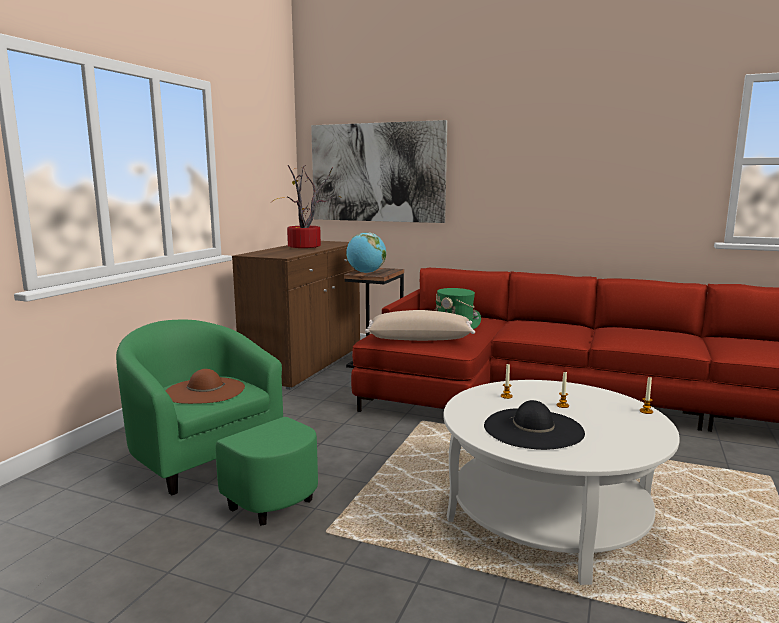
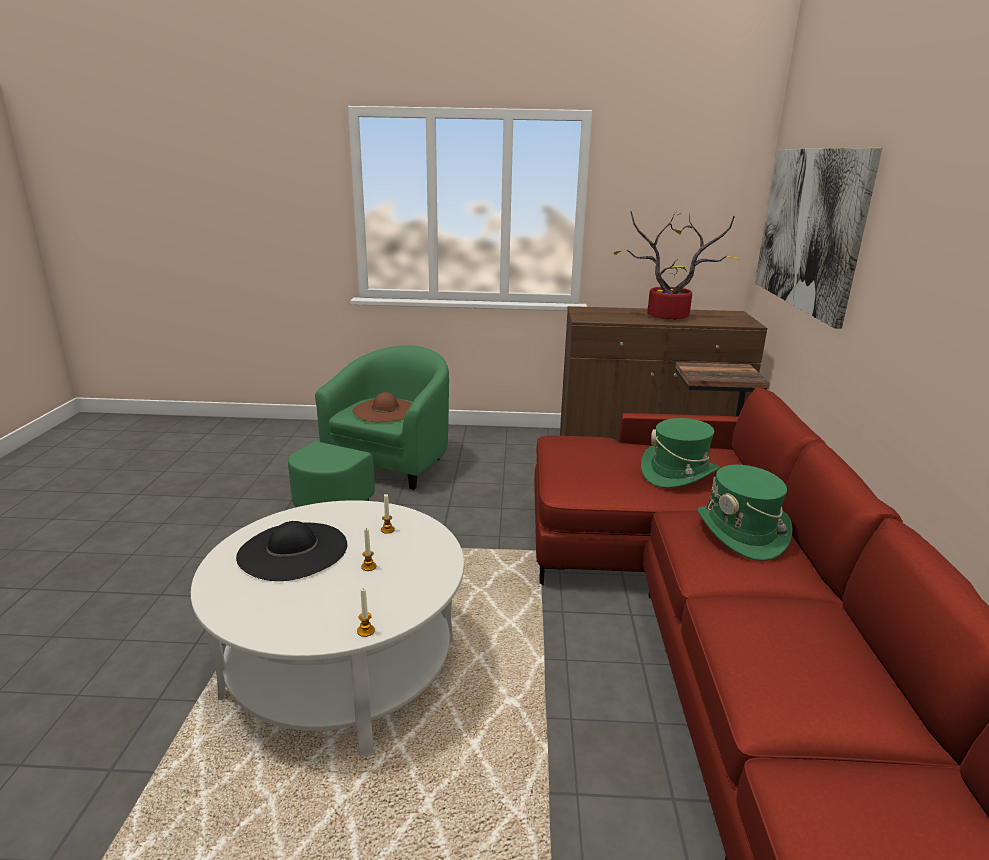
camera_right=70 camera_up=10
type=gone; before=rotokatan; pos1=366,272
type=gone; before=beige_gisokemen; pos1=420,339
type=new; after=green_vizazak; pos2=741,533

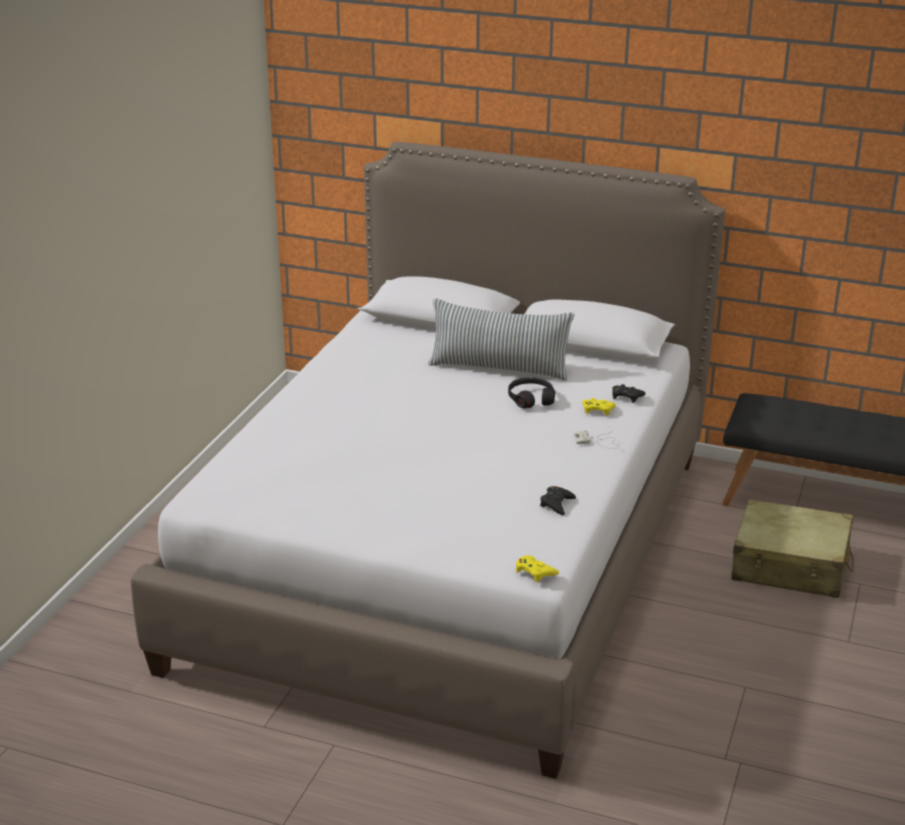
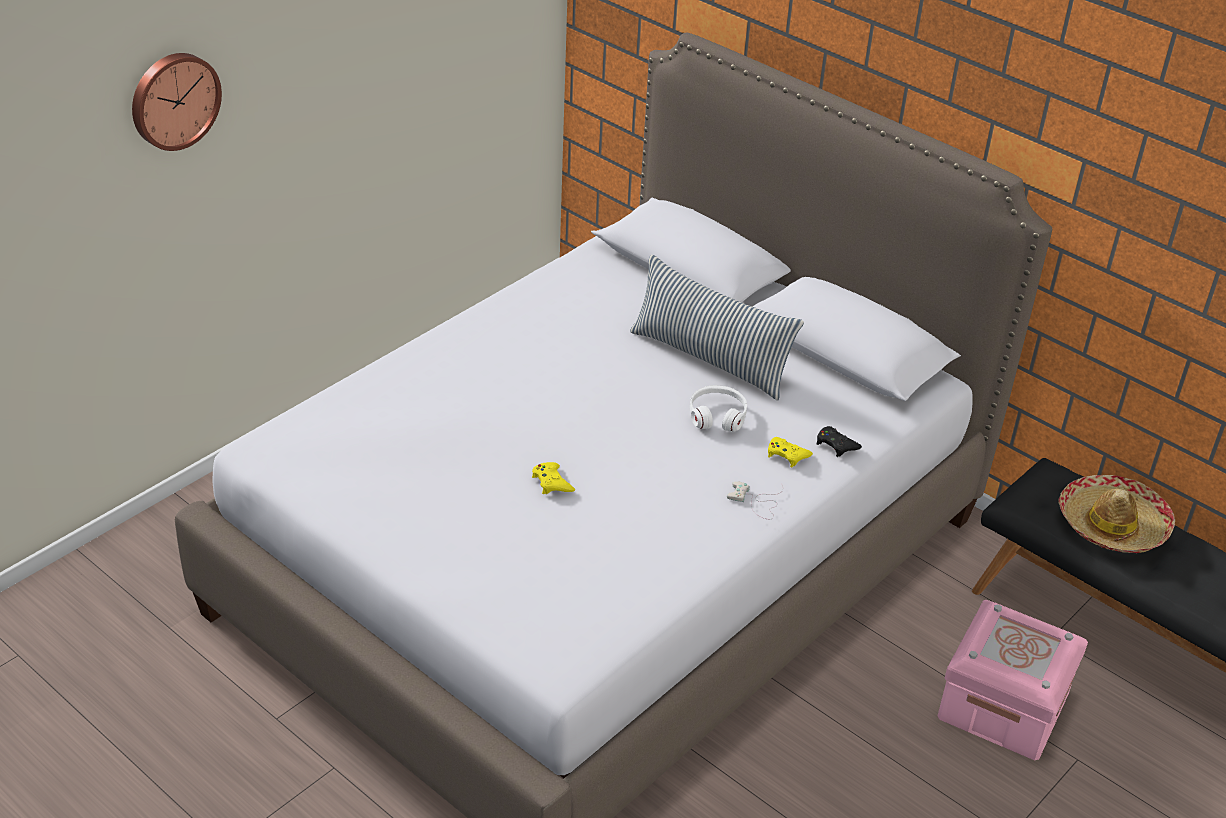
camera_right=20 camera_up=10
type=repainted; before=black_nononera; after=white_nononera; pos1=531,399; pos2=717,415
type=shifted; before=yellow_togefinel; pos1=534,572; pos2=551,482
type=gone; before=black_togefinel; pos1=556,504
type=swapped; before=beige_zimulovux; after=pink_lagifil; pos1=790,566; pos2=1003,706
type=new; after=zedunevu; pos2=173,100
type=new; after=vizazak; pos2=1112,525

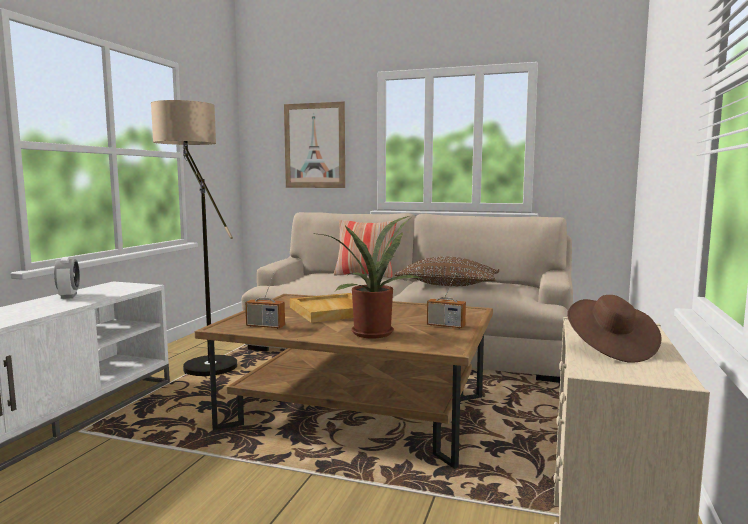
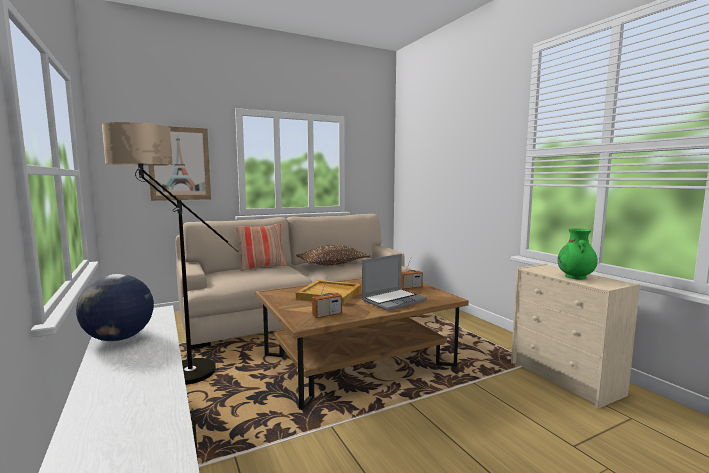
camera_right=-45 camera_up=0
type=swapped; before=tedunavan; after=rotokatan; pos1=68,296; pos2=118,338
type=swapped; before=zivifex; after=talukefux; pos1=371,332; pos2=394,300
type=swapped; before=brown_vizazak; after=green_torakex; pos1=610,349; pos2=575,277

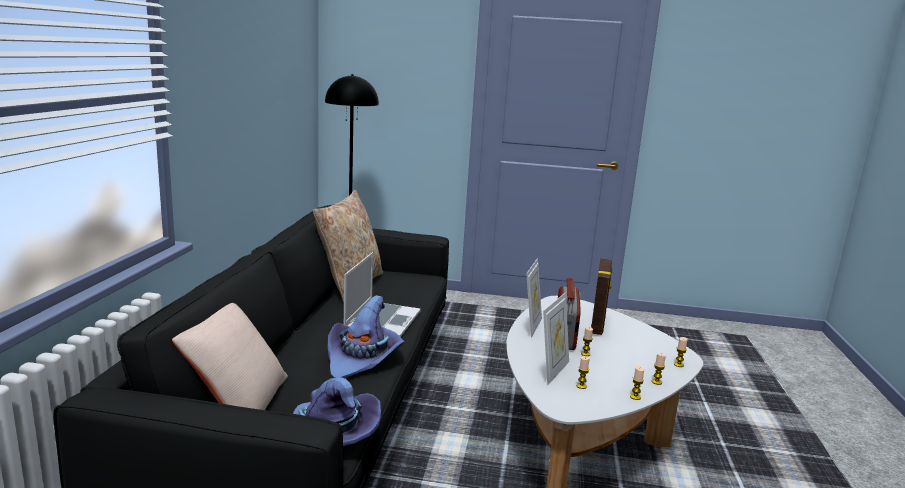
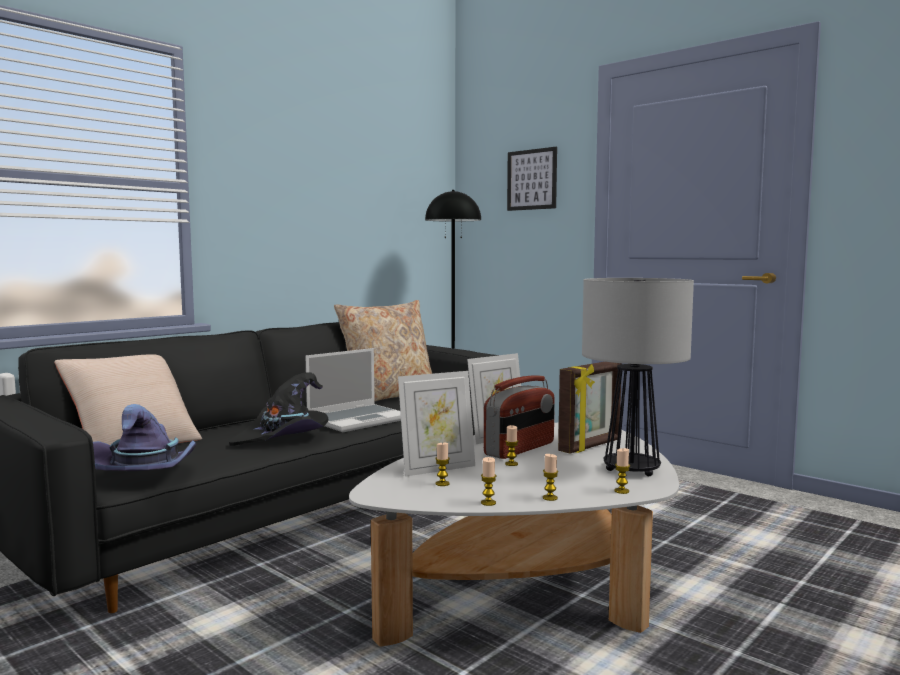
camera_right=35 camera_up=-10
type=repainted; before=purple_vizazak; after=black_vizazak; pos1=363,359; pos2=284,438
type=new; after=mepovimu; pos2=532,179
type=new; after=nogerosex; pos2=630,470

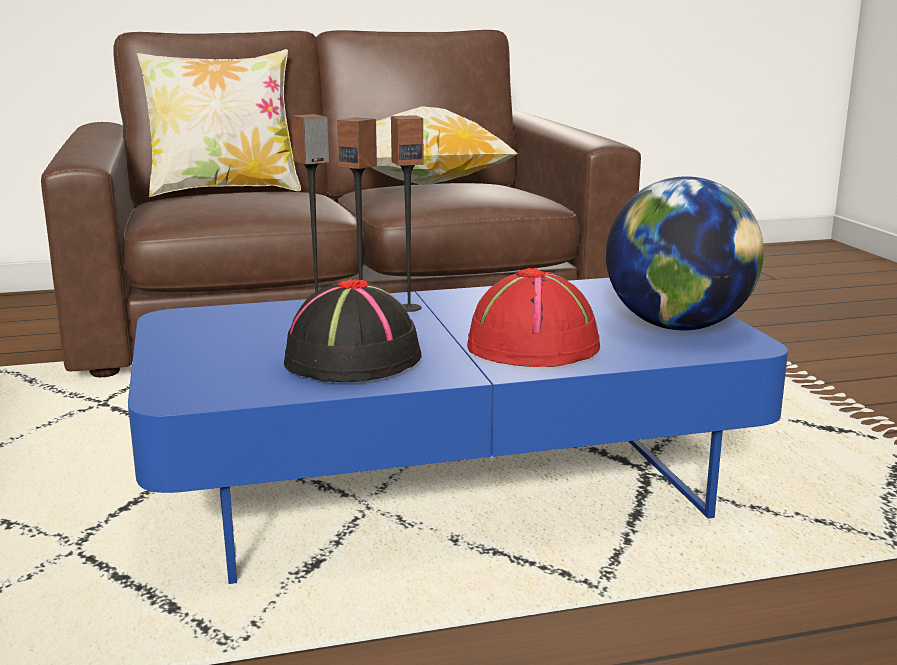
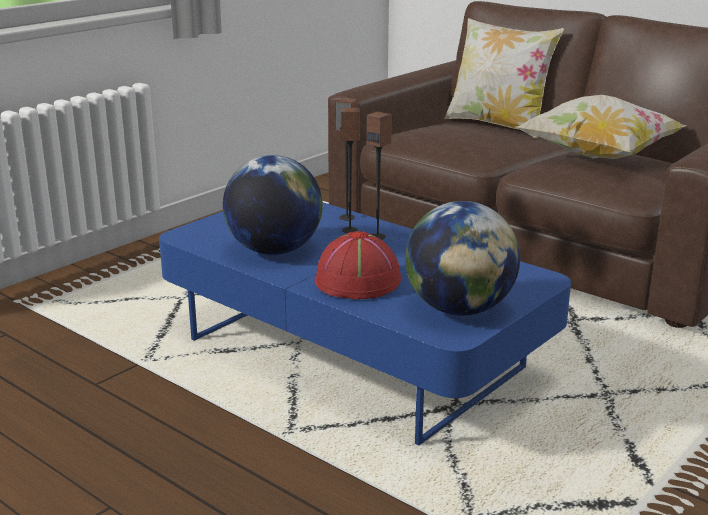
camera_right=55 camera_up=5
type=swapped; before=black_vizazak; after=rotokatan; pos1=352,360; pos2=274,250

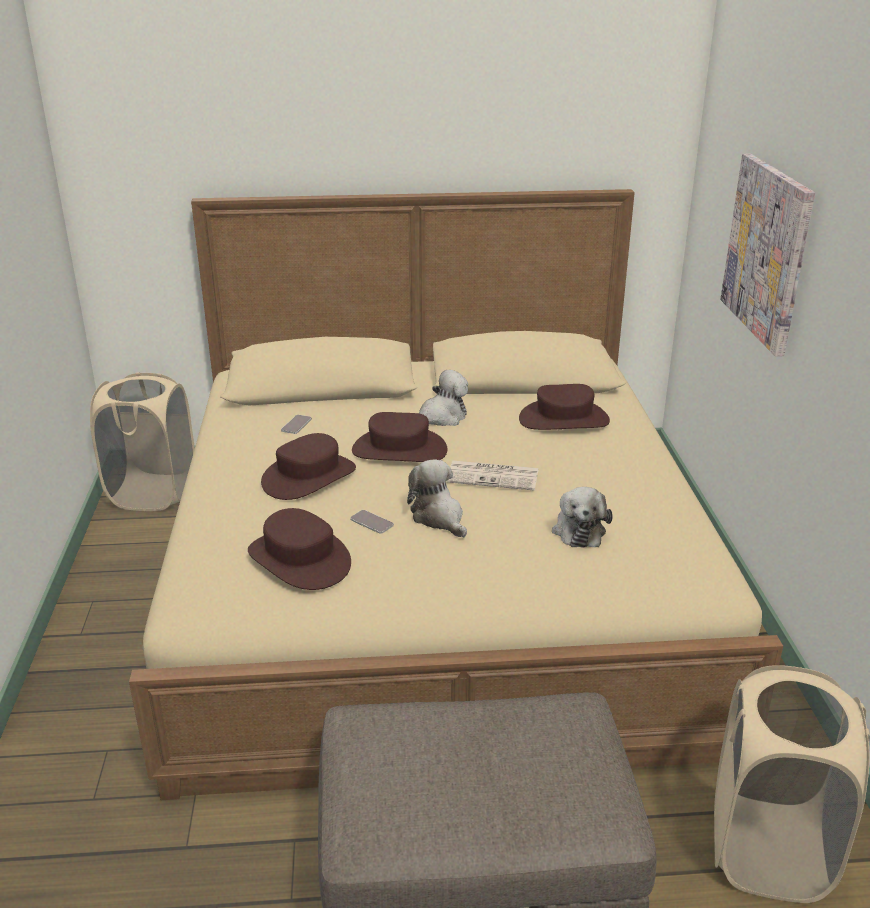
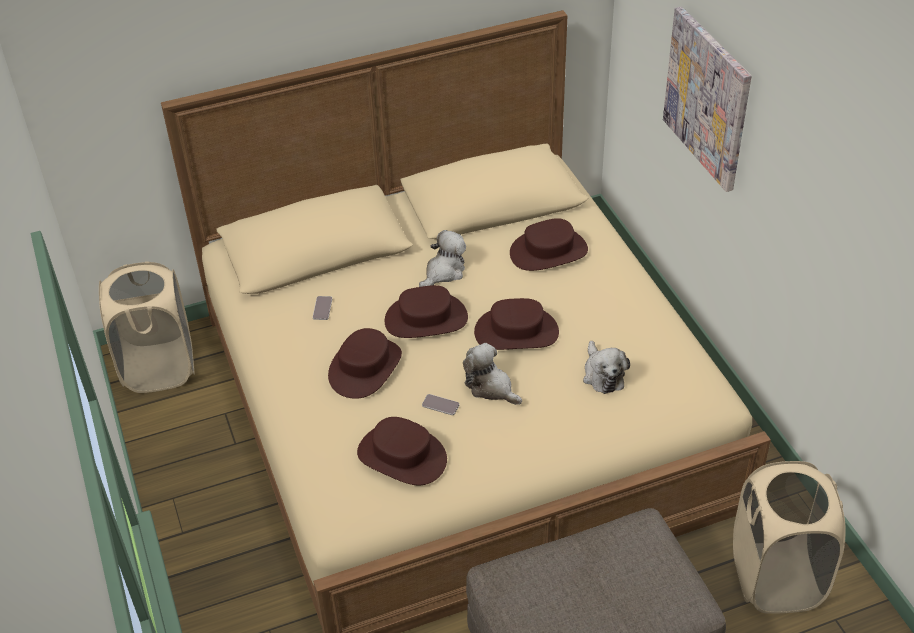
camera_right=-15 camera_up=15
type=swapped; before=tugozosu; after=brown_vizazak; pos1=494,476; pos2=516,332

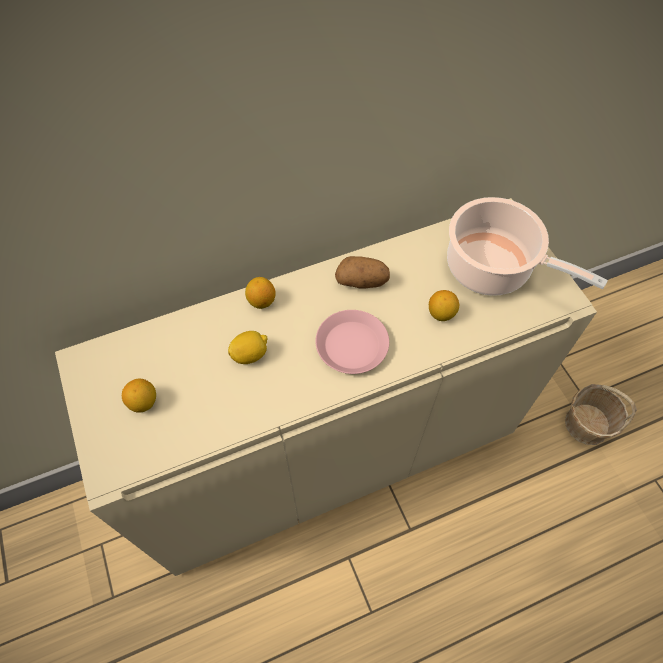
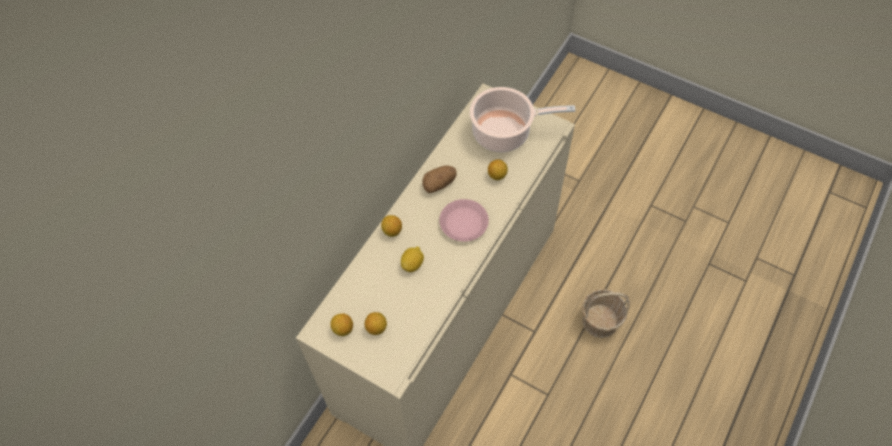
camera_right=-35 camera_up=0
type=shifted; before=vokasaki; pos1=586,424; pos2=600,321
type=new; after=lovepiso; pos2=343,329

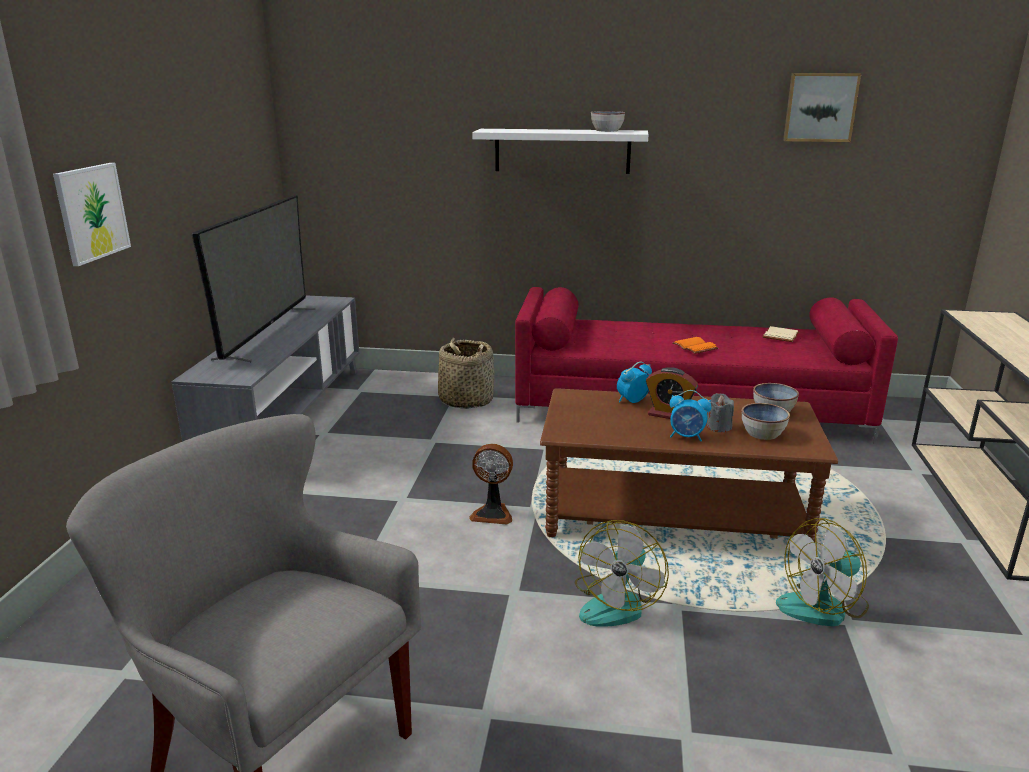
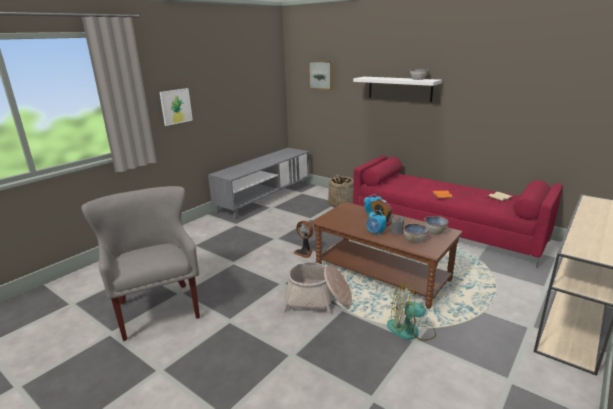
camera_right=30 camera_up=0
type=gone; before=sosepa; pos1=266,332
type=swapped; before=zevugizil; after=vokasaki; pos1=617,602; pos2=318,299
type=shifted; before=mepovimu; pos1=820,107; pos2=321,75

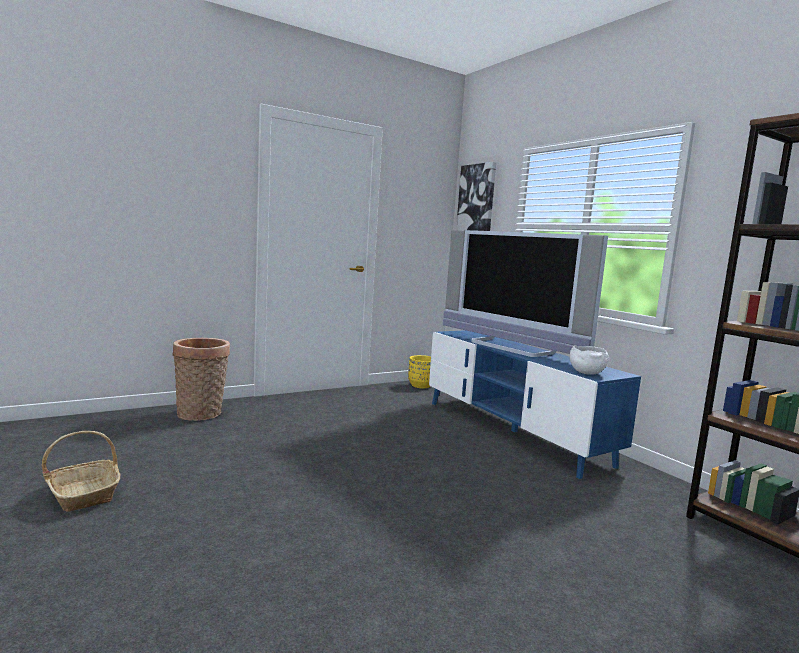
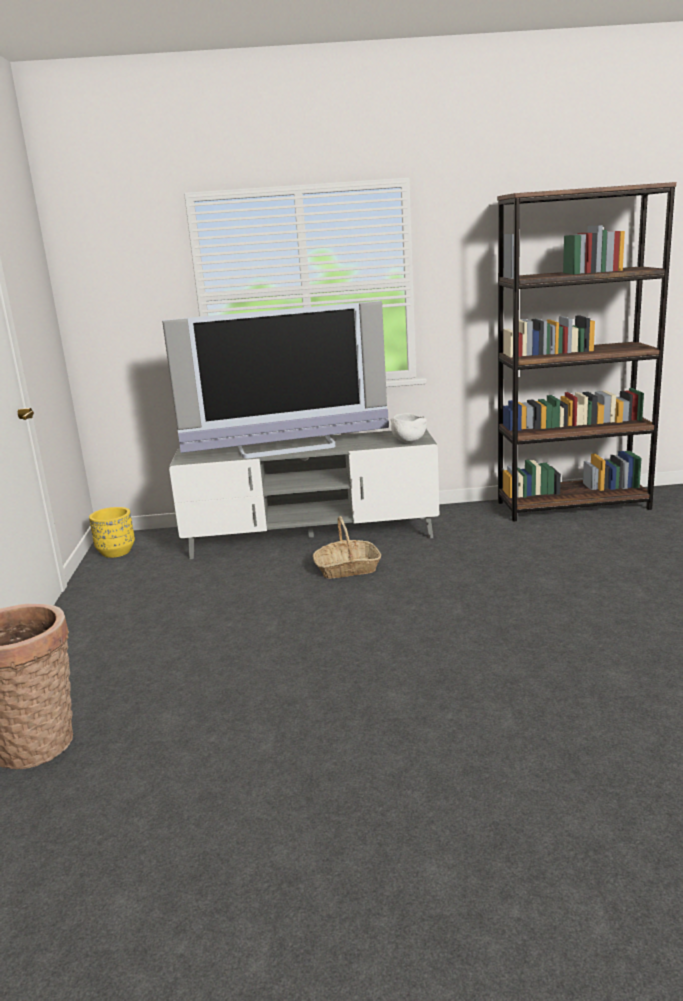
camera_right=-60 camera_up=10
type=shifted; before=vokasaki; pos1=84,494; pos2=347,569
type=repainted; before=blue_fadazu; after=grey_fadazu; pos1=512,431; pos2=311,537
type=gone; before=mepovimu; pos1=476,201

